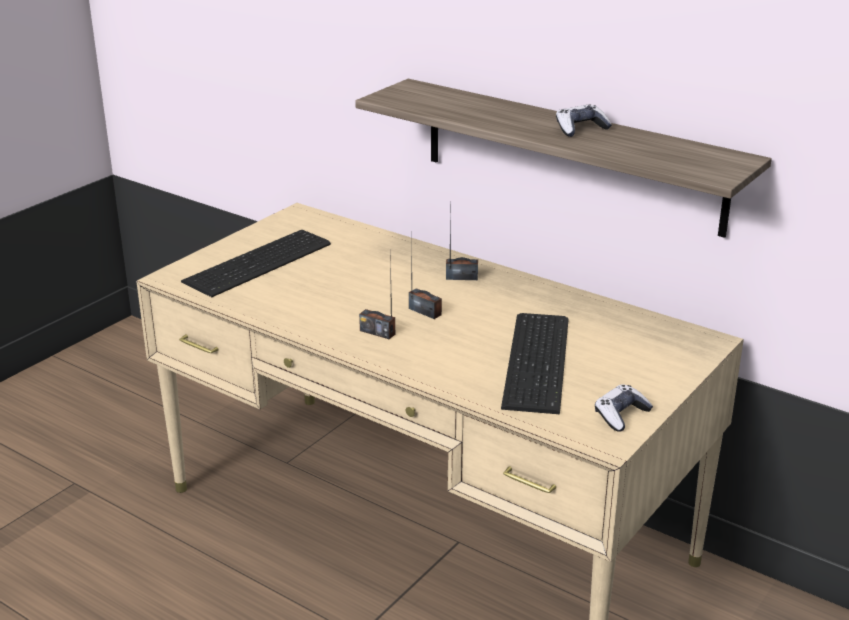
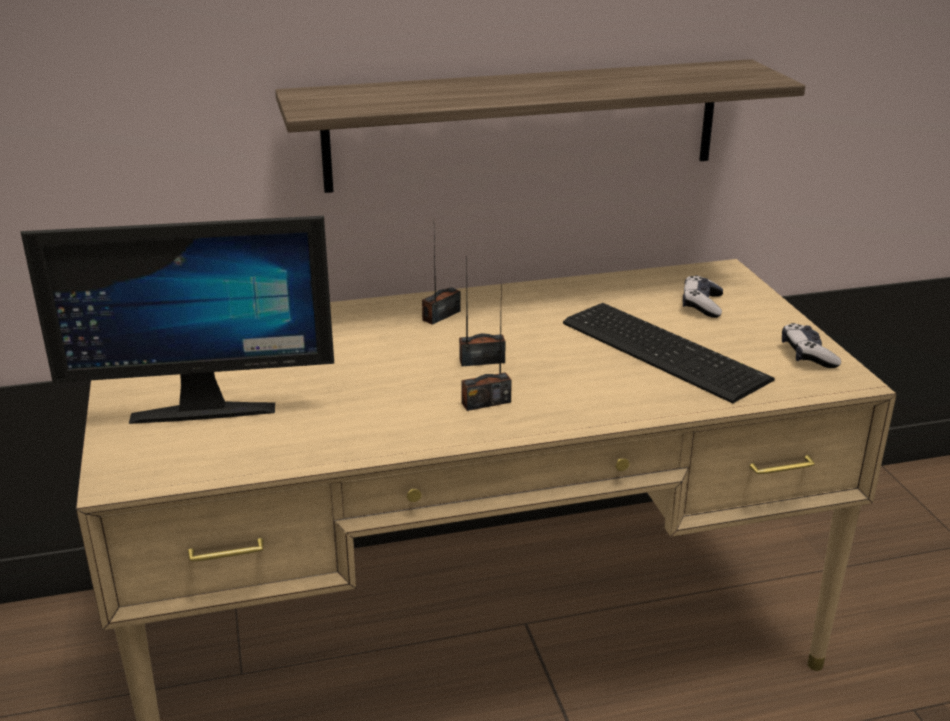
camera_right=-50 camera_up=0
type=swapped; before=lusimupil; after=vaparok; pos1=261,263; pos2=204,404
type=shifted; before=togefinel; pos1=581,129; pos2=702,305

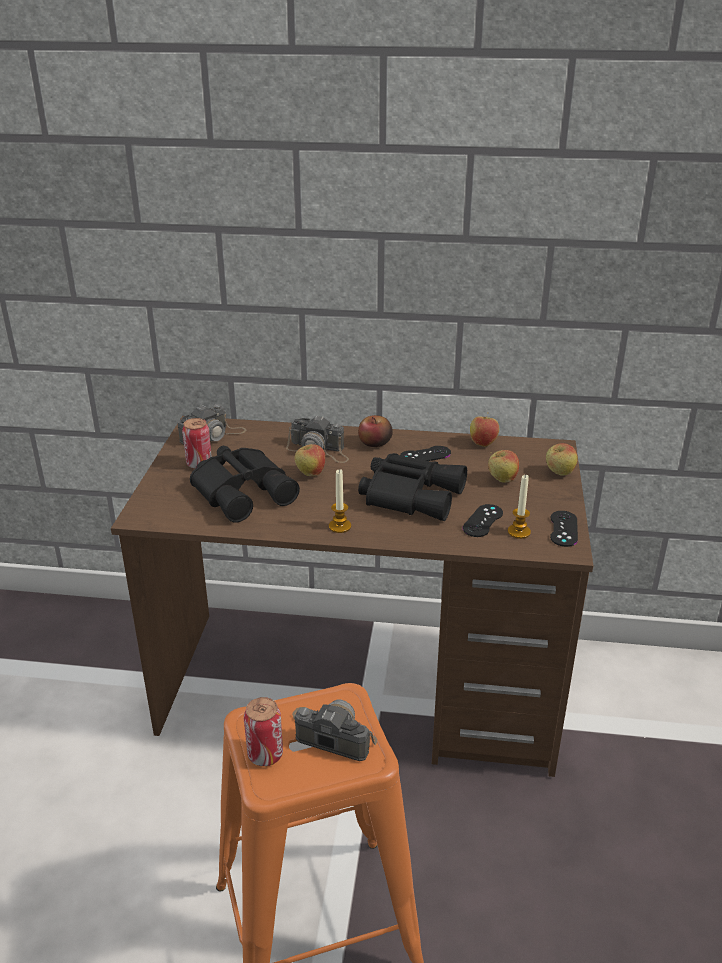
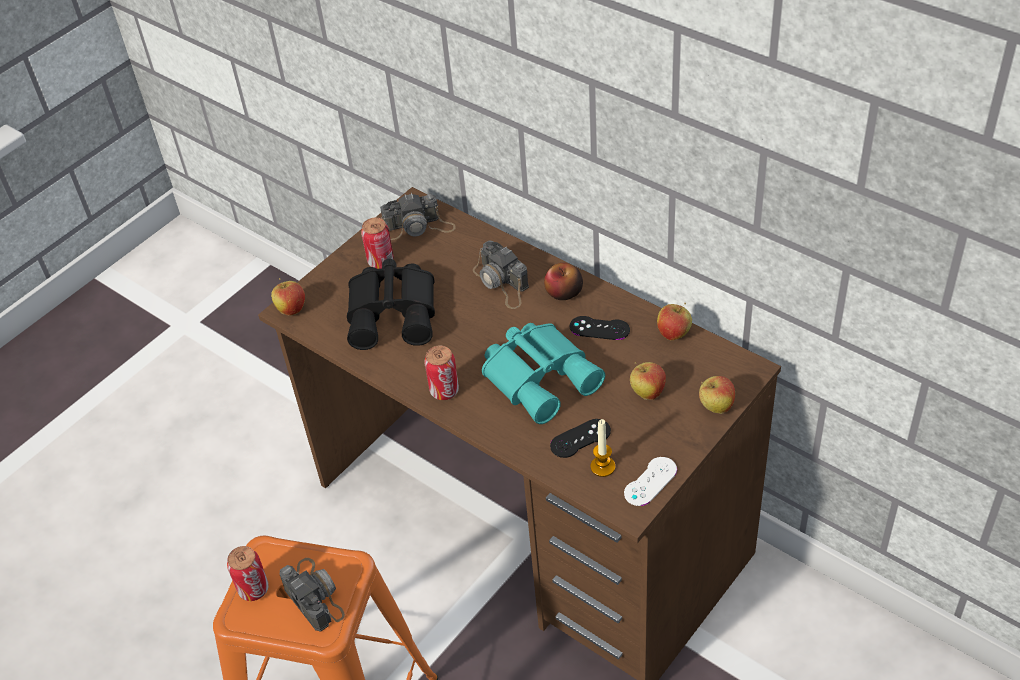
camera_right=35 camera_up=15
type=shifted; before=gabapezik; pos1=310,474; pos2=291,309
type=swapped; before=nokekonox; after=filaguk; pos1=340,526; pos2=444,391
type=repainted; before=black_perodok; after=turquoise_perodok; pos1=410,494; pos2=541,376
type=repainted; before=black_togefinel; after=white_togefinel; pos1=563,529; pos2=650,481

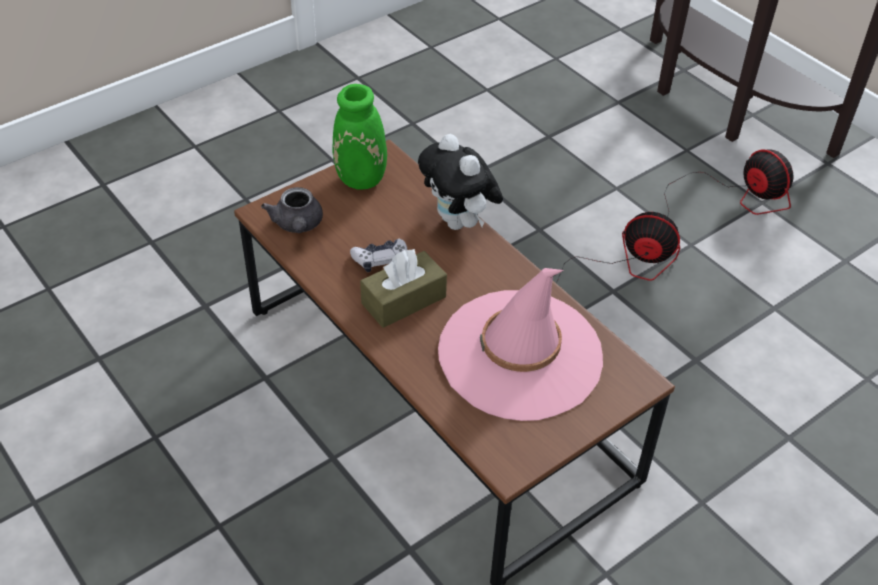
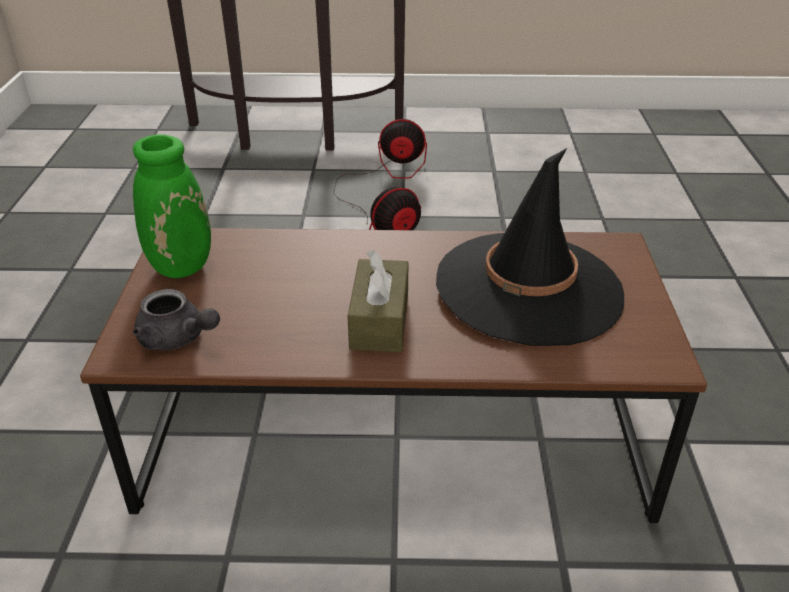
camera_right=-50 camera_up=-10
type=gone; before=togefinel; pos1=380,260
type=gone; before=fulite; pos1=459,223
type=repainted; before=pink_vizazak; after=black_vizazak; pos1=520,355; pos2=529,288

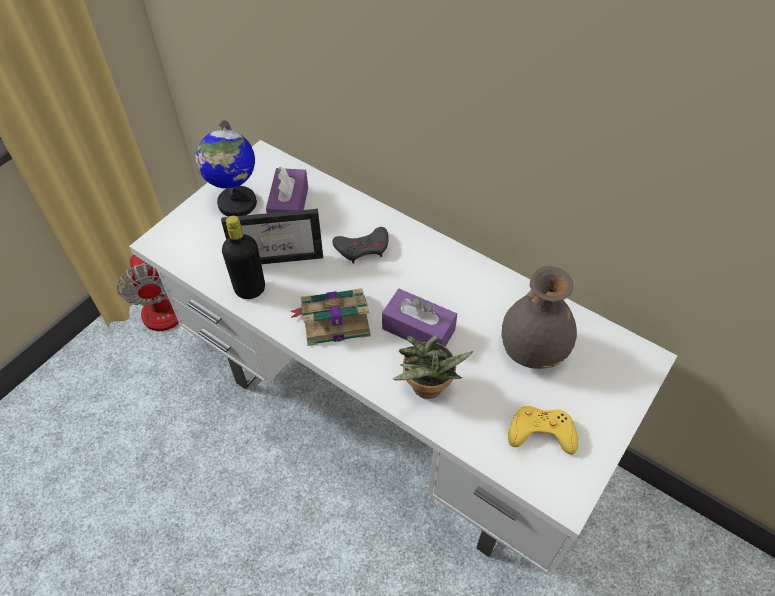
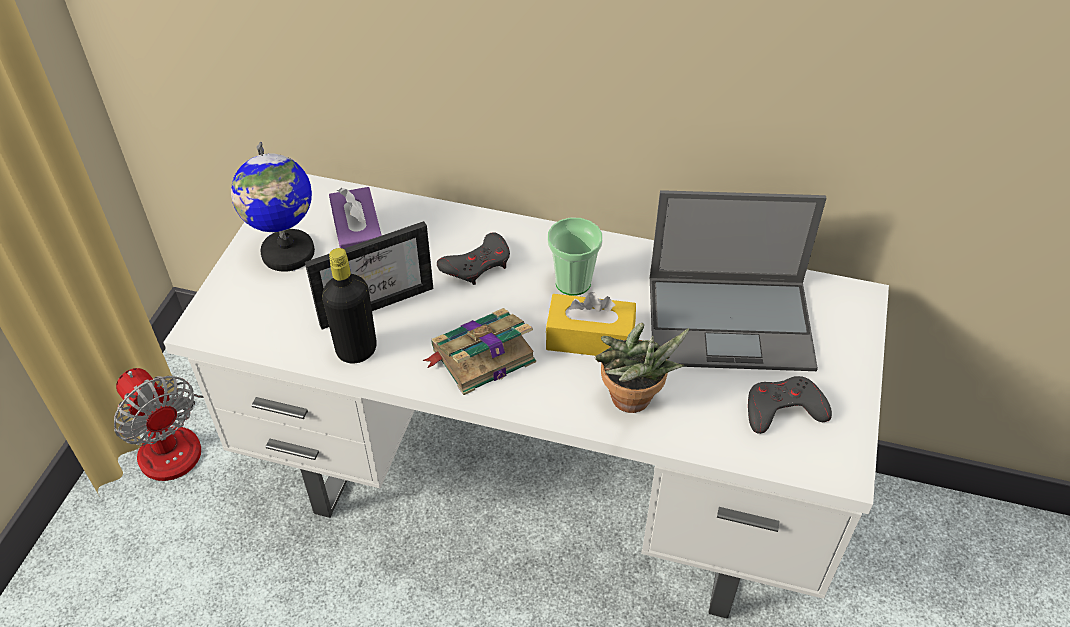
camera_right=-20 camera_up=-5
type=repainted; before=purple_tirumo; after=yellow_tirumo; pos1=418,329; pos2=590,338
type=swapped; before=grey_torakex; after=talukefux; pos1=533,349; pos2=731,322
type=repainted; before=yellow_togefinel; after=grey_togefinel; pos1=541,433; pos2=783,409
type=new; after=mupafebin; pos2=573,282

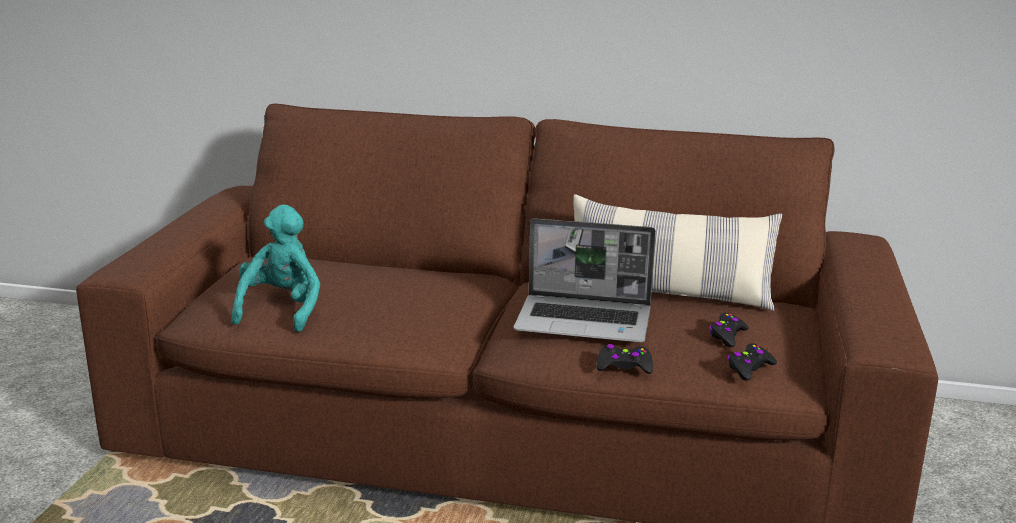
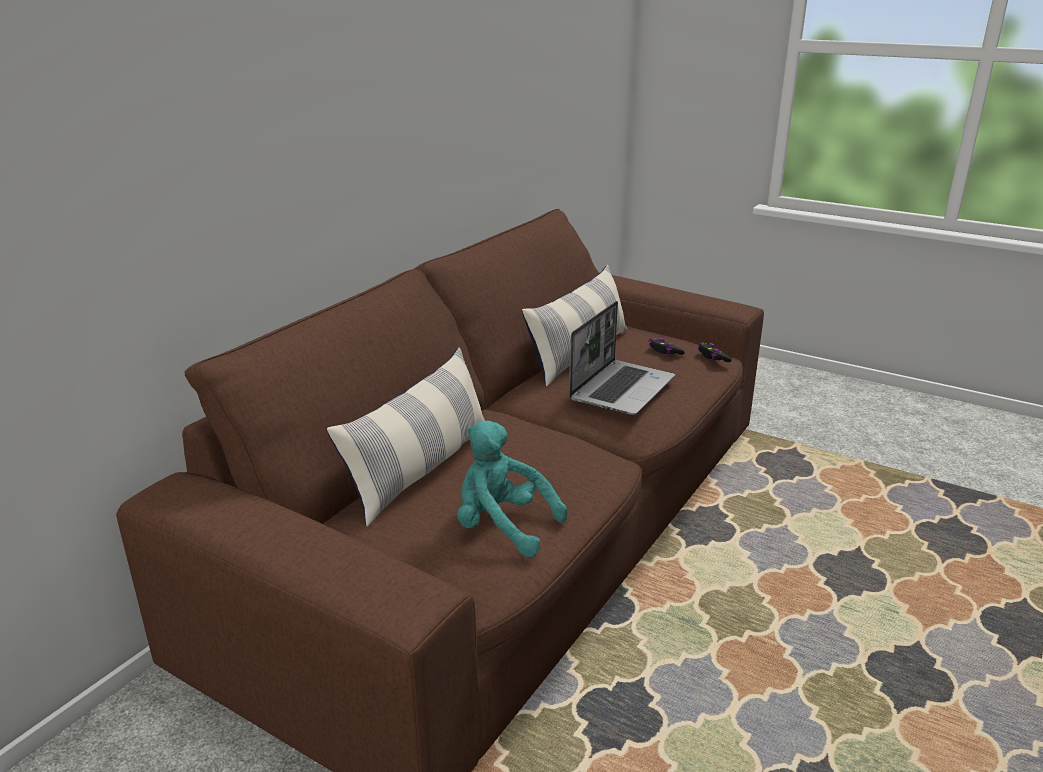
camera_right=-70 camera_up=5
type=gone; before=black_togefinel; pos1=624,366
type=new; after=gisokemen; pos2=421,469

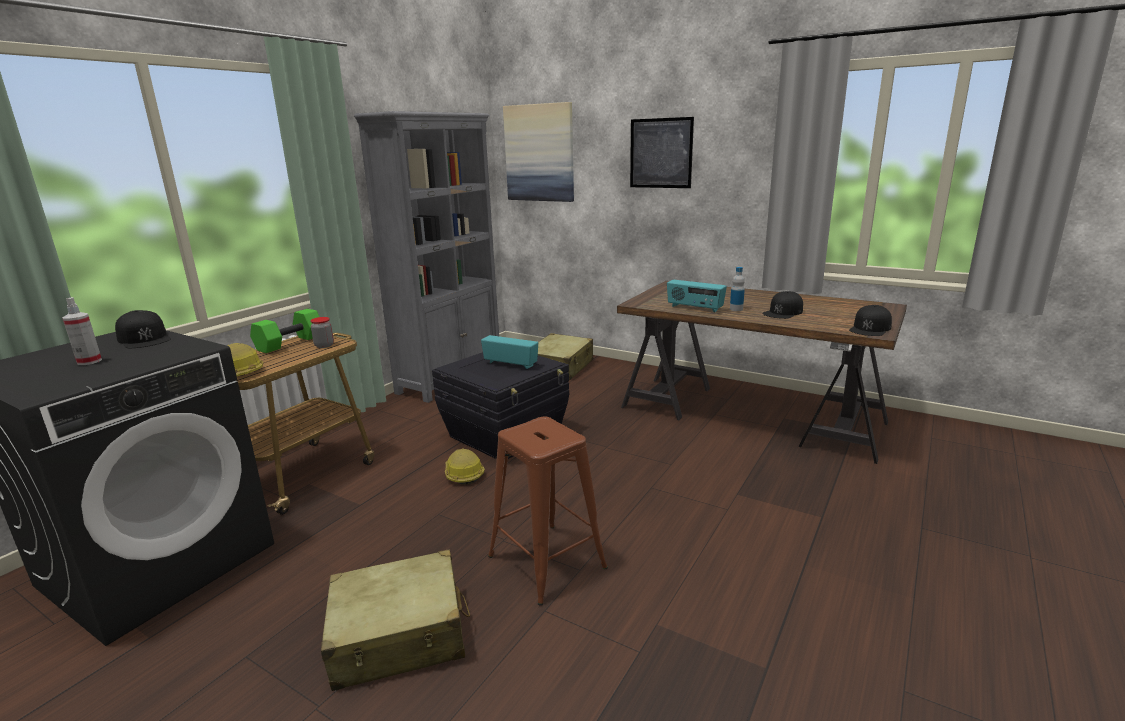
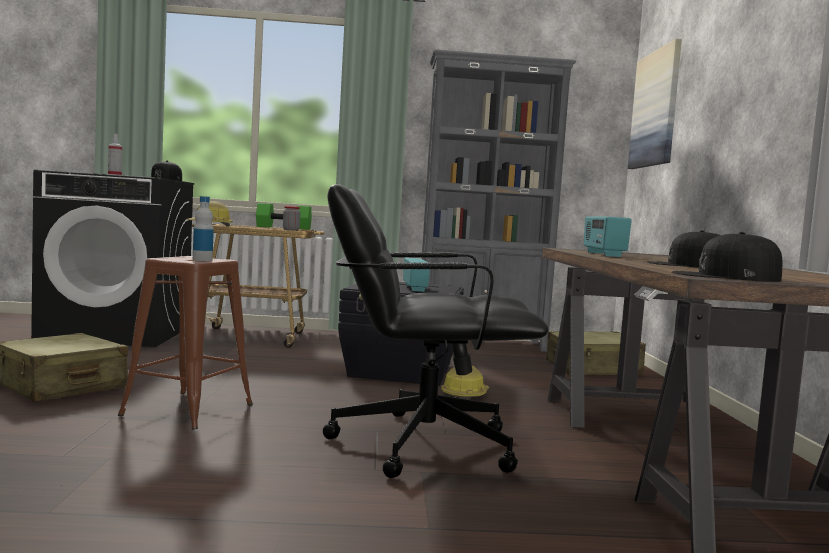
camera_right=55 camera_up=-15
type=shifted; before=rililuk; pos1=463,474; pos2=465,395
type=gone; before=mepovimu; pos1=661,153
type=shifted; before=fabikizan; pos1=736,309; pos2=202,260
type=new; after=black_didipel; pos2=421,444

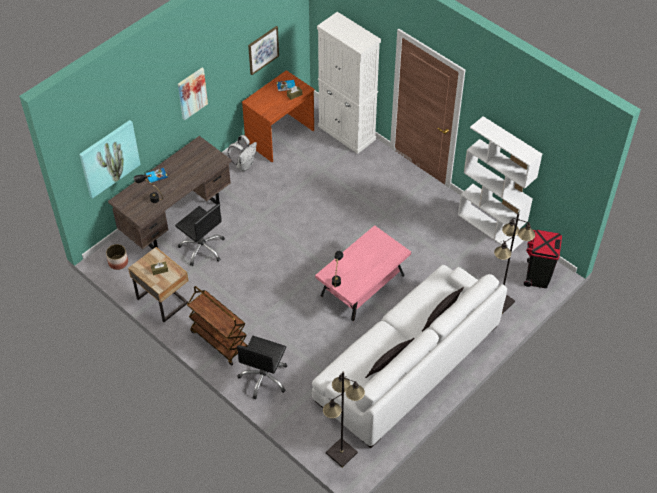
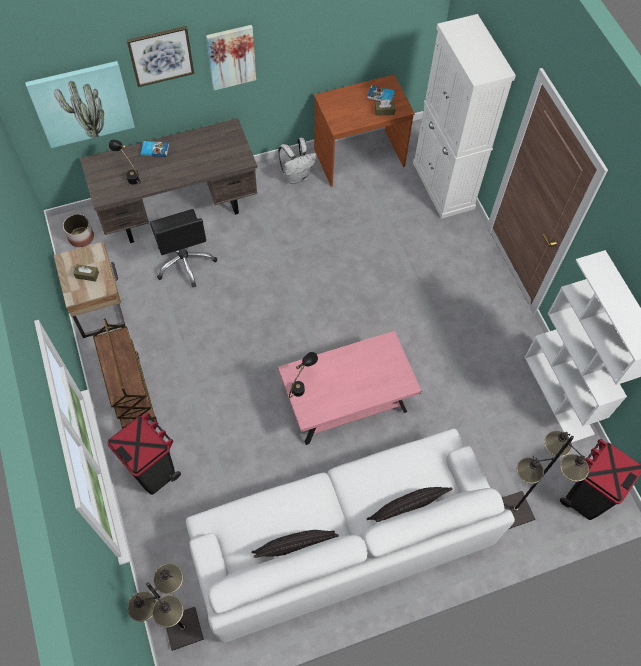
camera_right=25 camera_up=10
type=swapped; before=black_didipel; after=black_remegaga; pos1=264,378; pos2=153,470
type=shifted; before=mepovimu; pos1=263,50; pos2=161,56

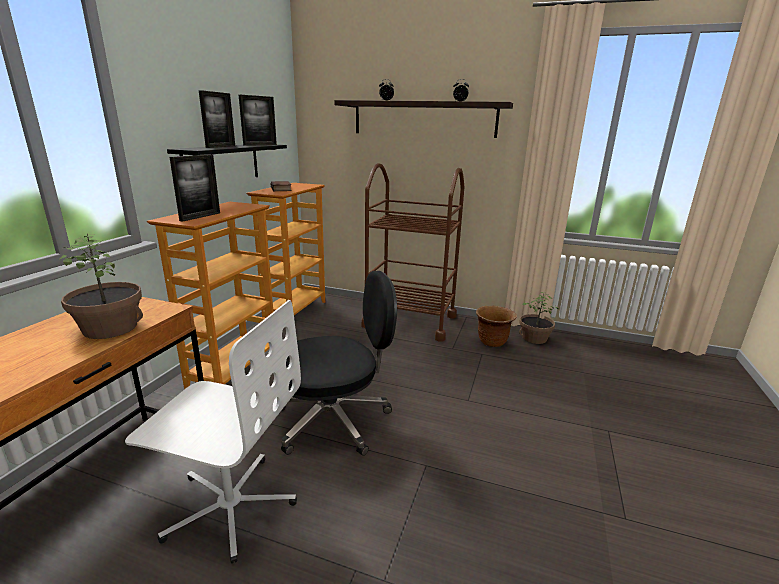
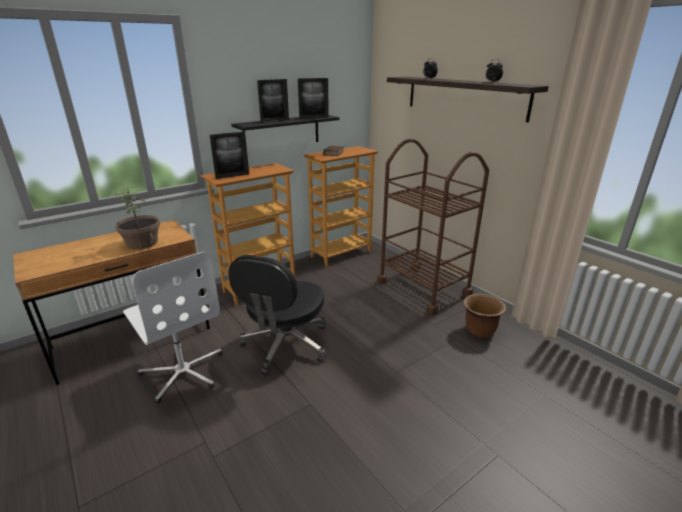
camera_right=35 camera_up=5
type=rotated; before=black_didipel; pos1=335,419; pos2=285,346; turn=90
type=gone; before=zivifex; pos1=534,338

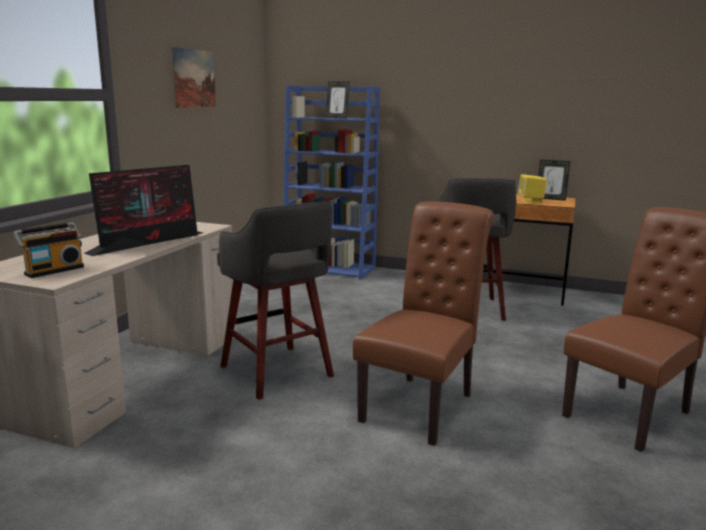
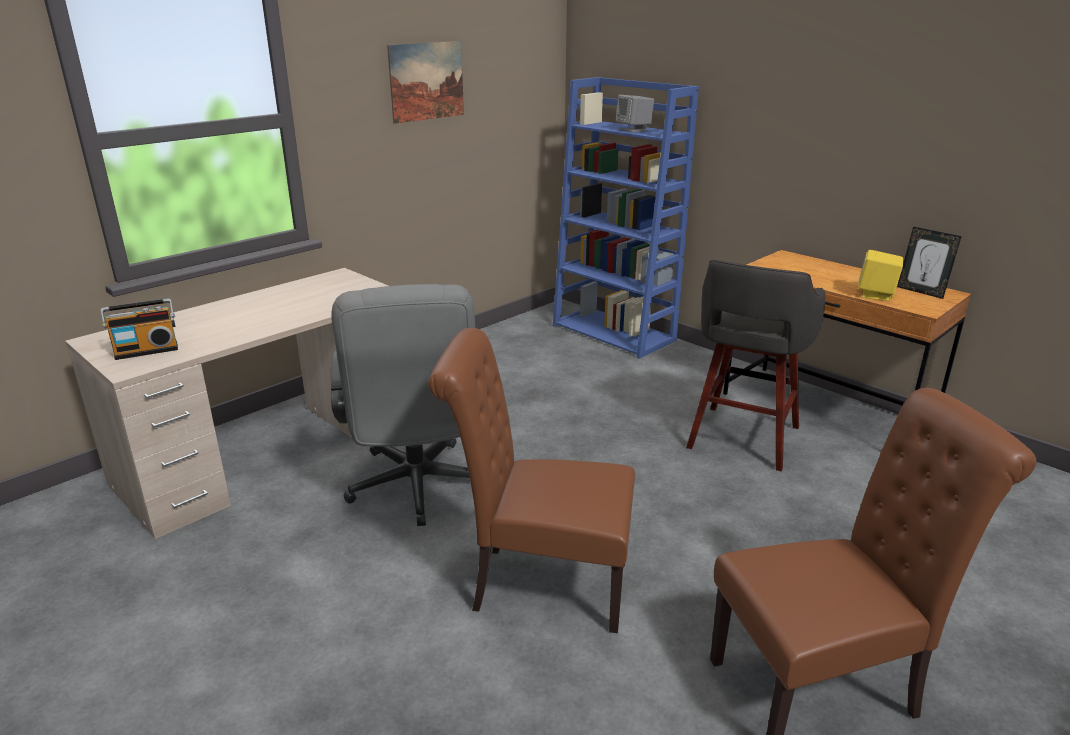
camera_right=25 camera_up=10
type=gone; before=vaparok; pos1=150,242
type=swapped; before=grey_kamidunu; after=grey_didipel; pos1=278,373; pos2=417,490
type=swapped; before=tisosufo; after=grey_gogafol; pos1=337,118; pos2=634,130
type=rotated; before=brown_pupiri; pos1=422,404; pos2=540,585; turn=-135

